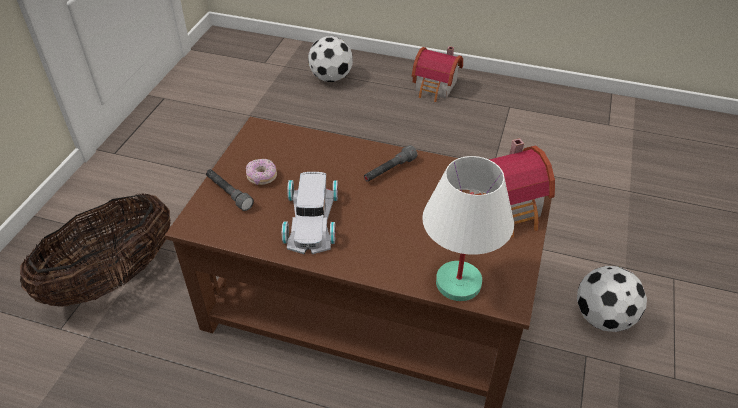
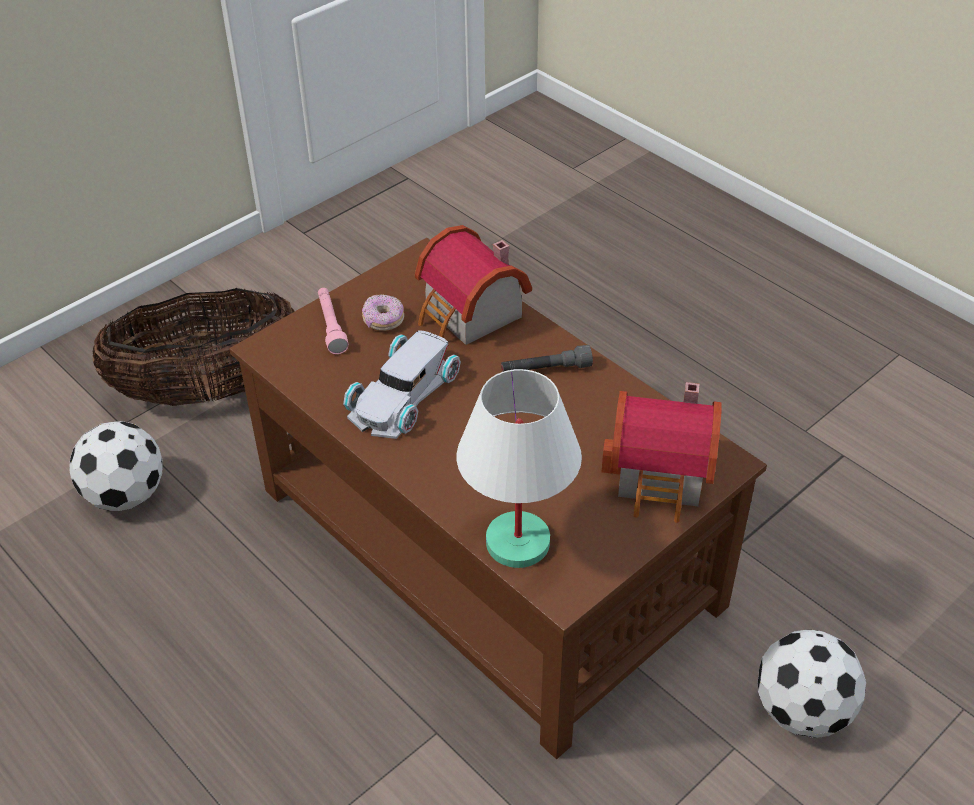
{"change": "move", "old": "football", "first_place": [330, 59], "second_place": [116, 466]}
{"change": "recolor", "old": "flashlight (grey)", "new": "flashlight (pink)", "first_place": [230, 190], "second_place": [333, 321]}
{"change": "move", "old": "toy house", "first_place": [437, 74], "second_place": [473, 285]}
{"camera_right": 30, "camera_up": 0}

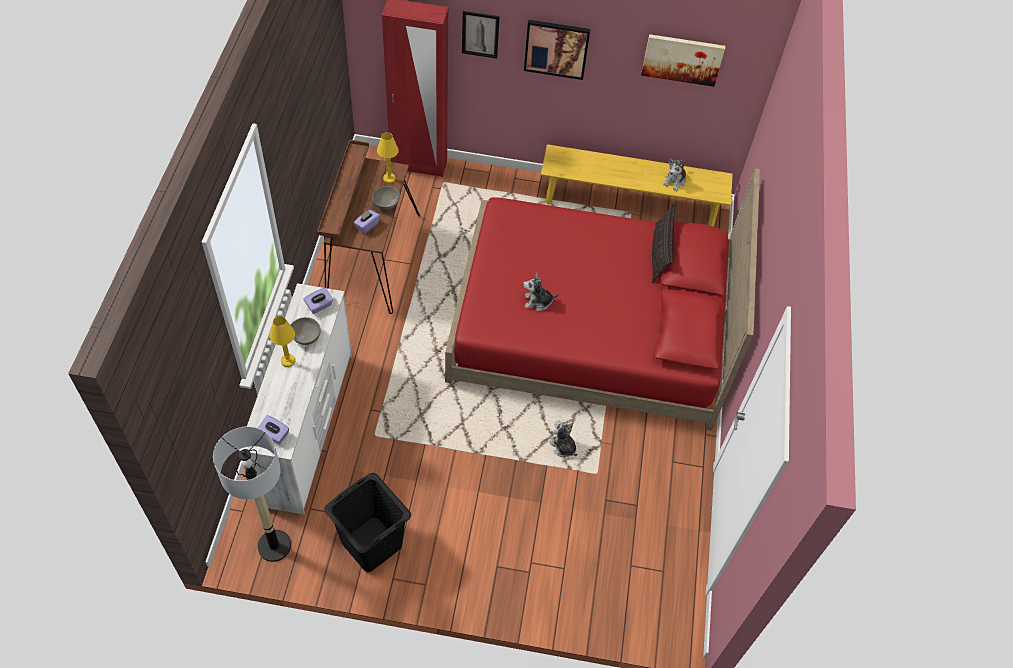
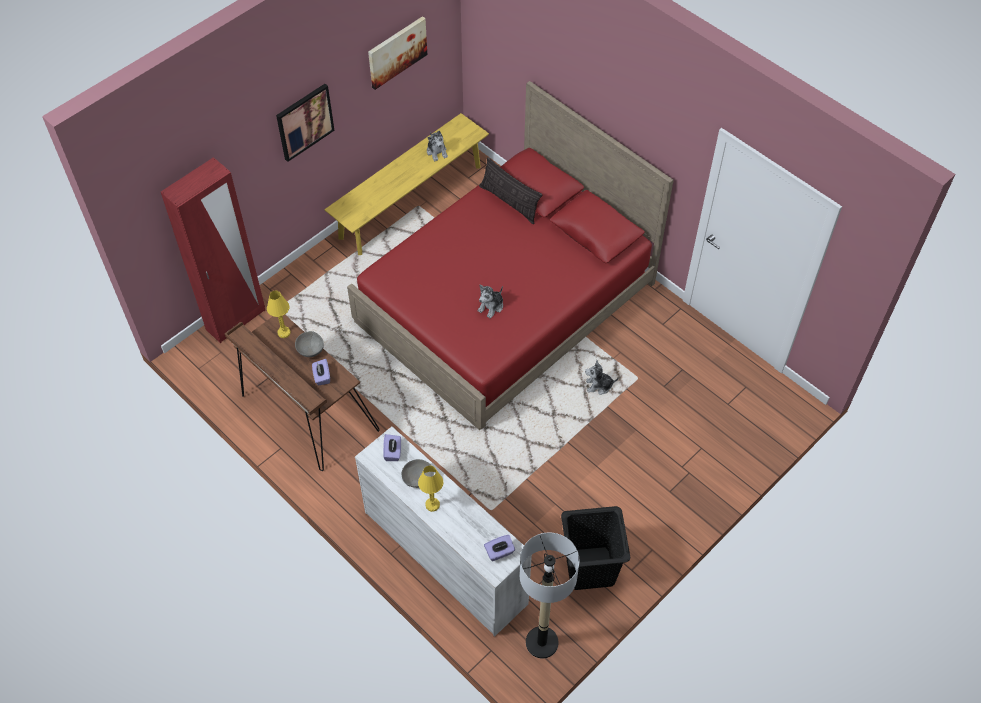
{"change": "delete", "old": "picture", "first_place": [481, 35]}
{"camera_right": -50, "camera_up": 0}

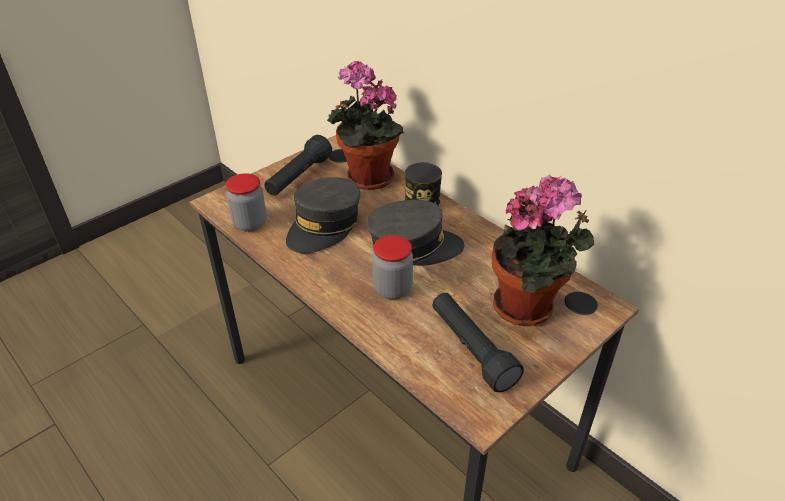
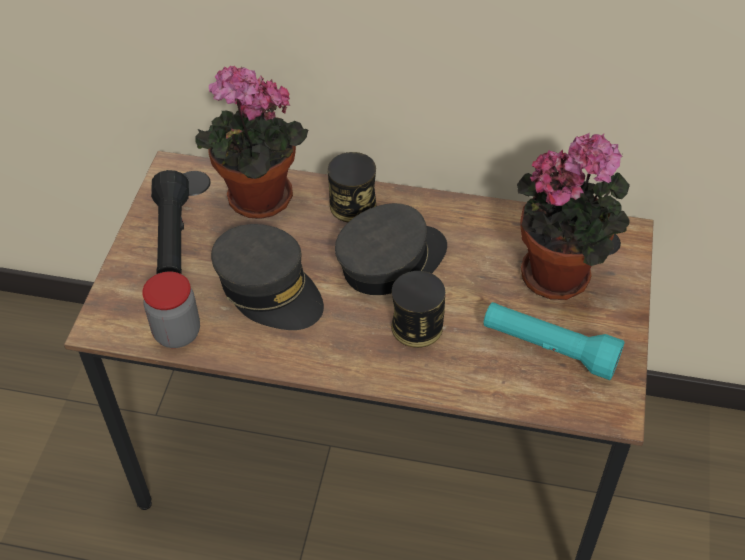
{"change": "rotate", "old": "cap (grey)", "first_place": [323, 215], "second_place": [267, 277], "degrees": -45}
{"change": "replace", "old": "jar", "new": "can", "first_place": [392, 267], "second_place": [418, 309]}
{"change": "recolor", "old": "flashlight (black)", "new": "flashlight (turquoise)", "first_place": [478, 342], "second_place": [553, 341]}
{"camera_right": -35, "camera_up": 10}

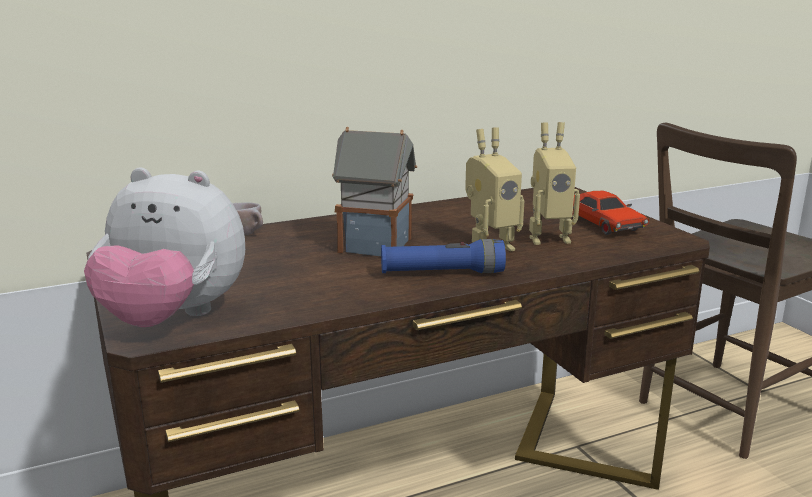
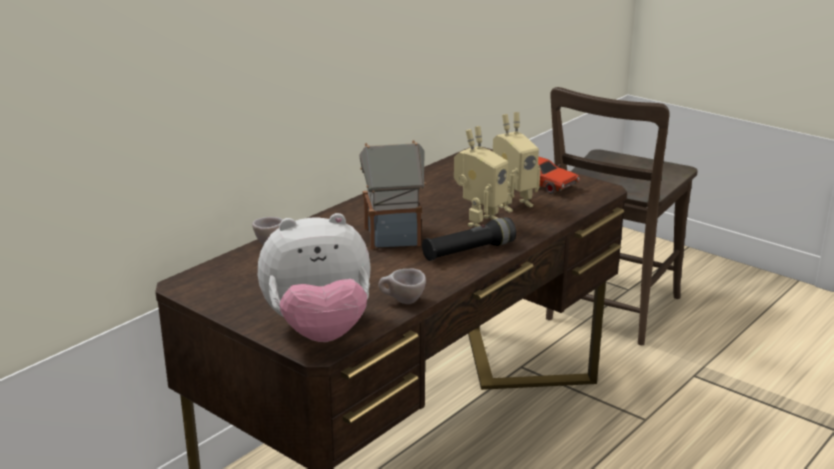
{"change": "insert", "new": "cup (beige)", "second_place": [402, 286]}
{"change": "recolor", "old": "flashlight (blue)", "new": "flashlight (black)", "first_place": [443, 256], "second_place": [469, 239]}
{"camera_right": -25, "camera_up": 5}

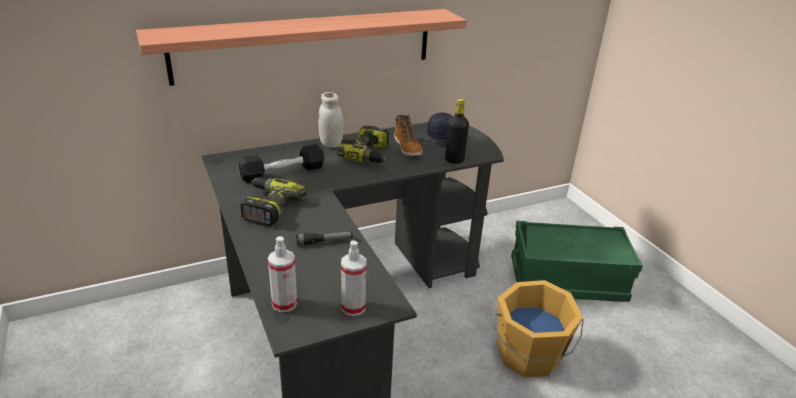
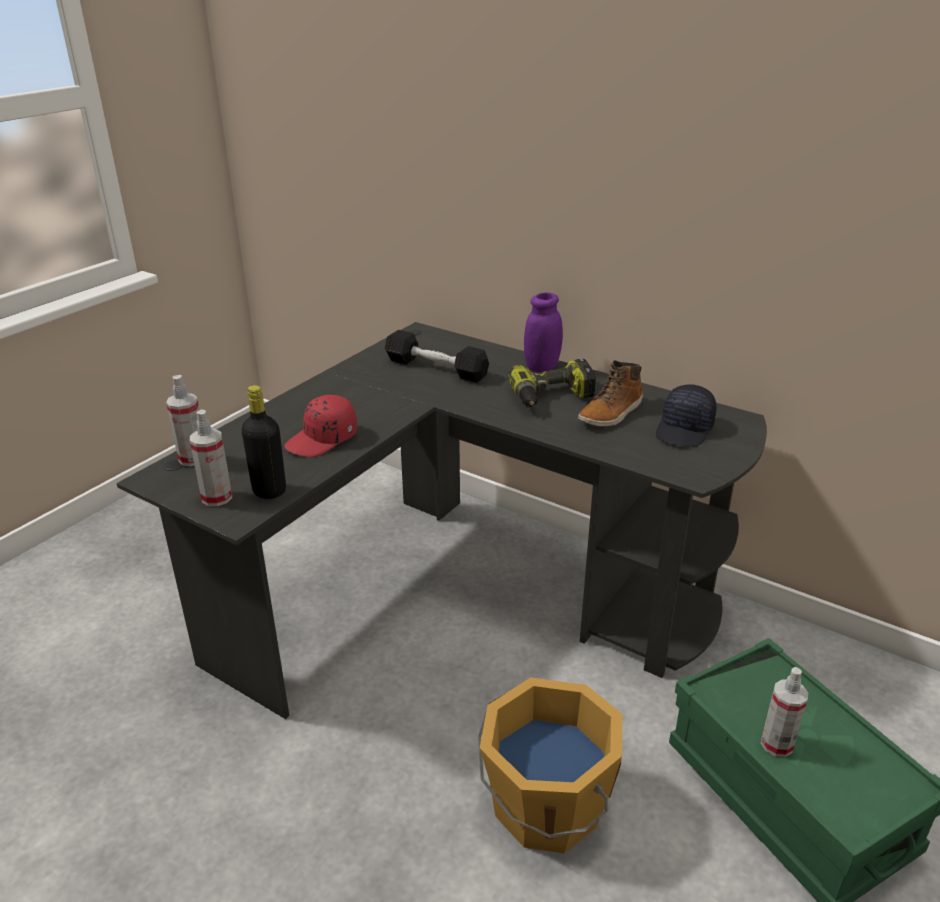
{"change": "move", "old": "bottle (black)", "first_place": [457, 131], "second_place": [263, 442]}
{"change": "replace", "old": "flashlight", "new": "cap (red)", "first_place": [324, 238], "second_place": [320, 426]}
{"change": "recolor", "old": "jar (white)", "new": "jar (purple)", "first_place": [330, 120], "second_place": [543, 332]}
{"change": "insert", "new": "spray bottle", "second_place": [784, 712]}
{"change": "delete", "old": "shelf", "first_place": [301, 47]}
{"change": "delete", "old": "power drill", "first_place": [273, 202]}
{"camera_right": 60, "camera_up": 0}

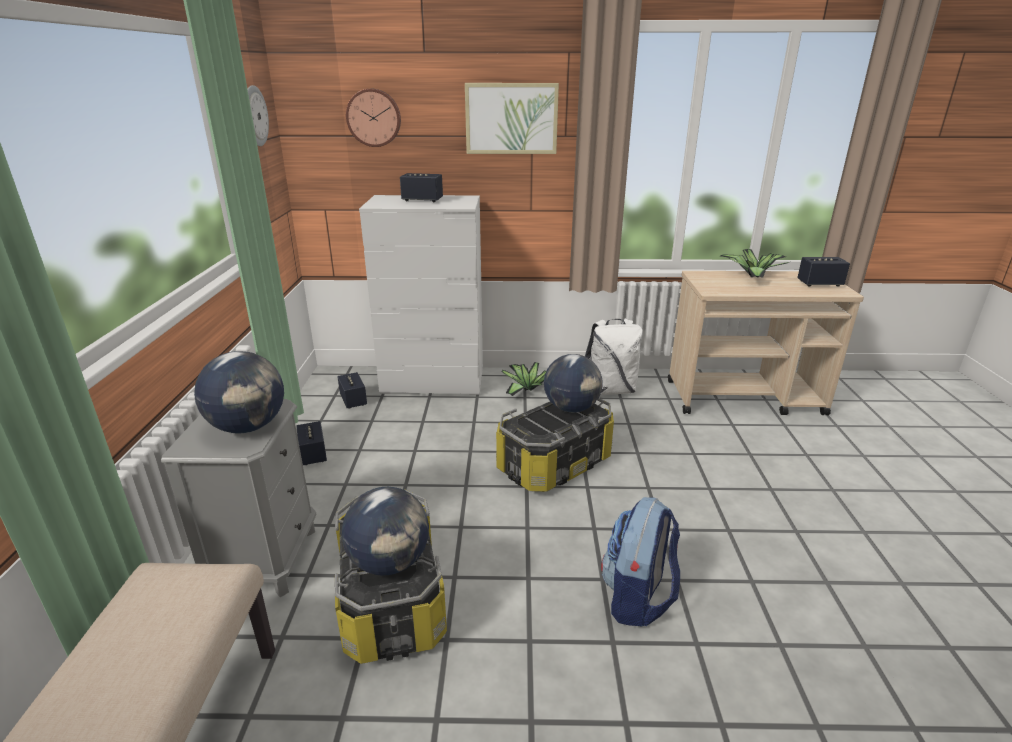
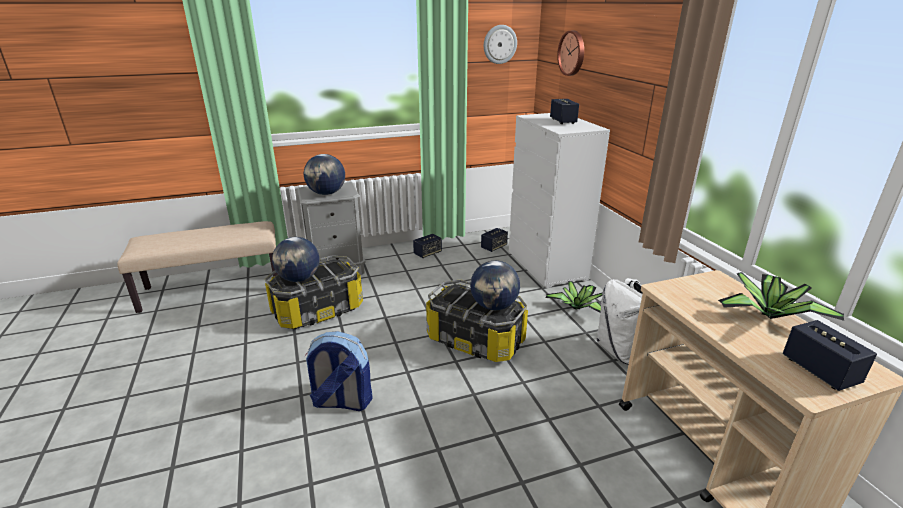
{"change": "delete", "old": "picture", "first_place": [512, 118]}
{"camera_right": 70, "camera_up": 0}

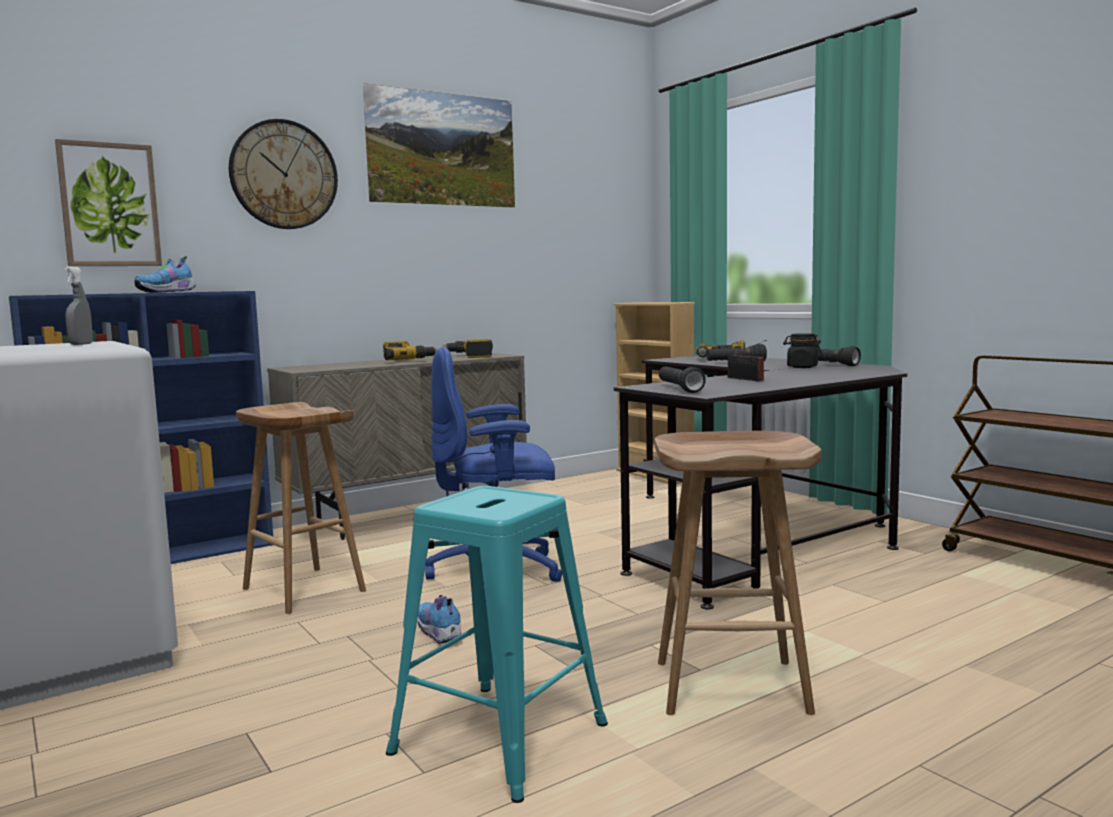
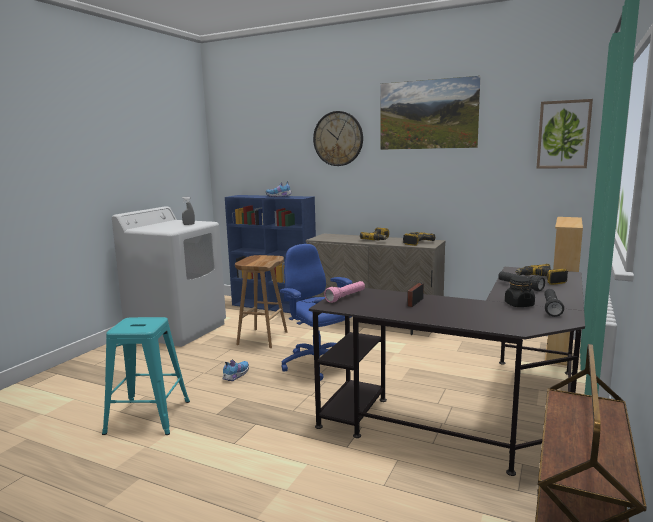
{"change": "recolor", "old": "flashlight (black)", "new": "flashlight (pink)", "first_place": [682, 379], "second_place": [344, 292]}
{"change": "move", "old": "picture", "first_place": [108, 202], "second_place": [565, 133]}
{"change": "delete", "old": "stool (brown)", "first_place": [738, 573]}
{"camera_right": 60, "camera_up": 5}

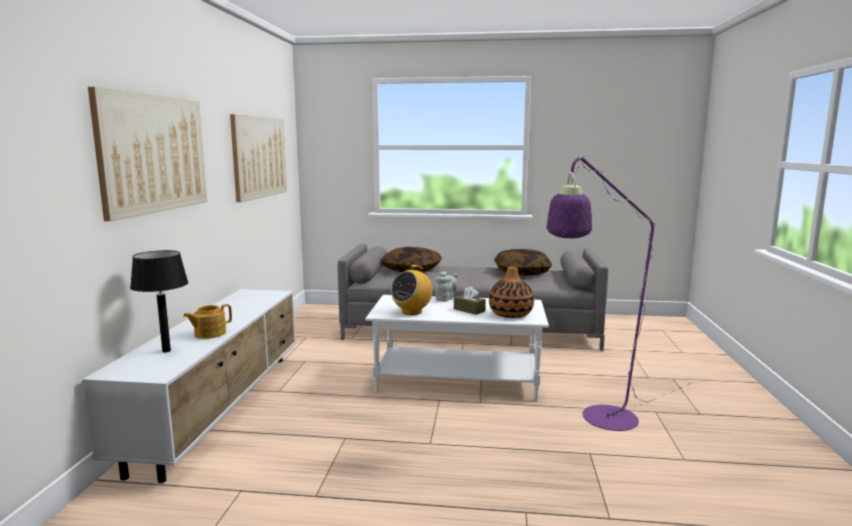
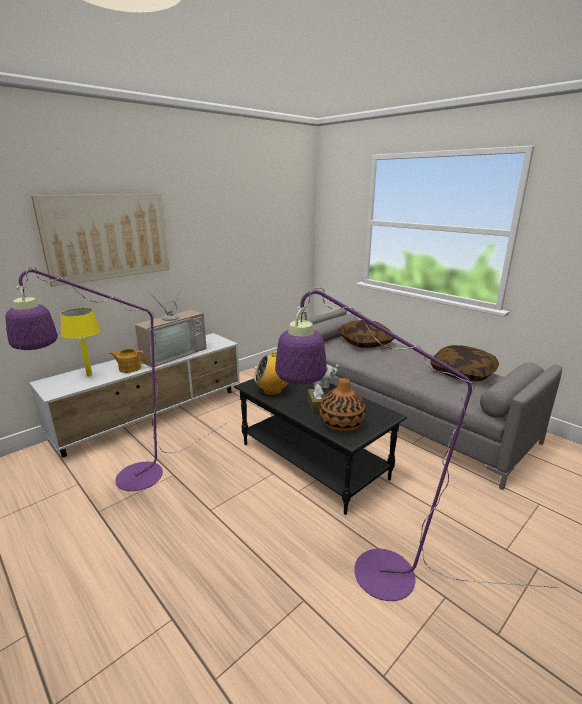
{"change": "insert", "new": "floor lamp (purple)", "second_place": [116, 378]}
{"change": "recolor", "old": "table lamp (black)", "new": "table lamp (yellow)", "first_place": [159, 301], "second_place": [80, 342]}
{"change": "insert", "new": "television", "second_place": [170, 324]}
{"change": "recolor", "old": "coffee table (white)", "new": "coffee table (black)", "first_place": [457, 348], "second_place": [320, 447]}
{"change": "delete", "old": "picture", "first_place": [258, 158]}
{"camera_right": 40, "camera_up": 10}

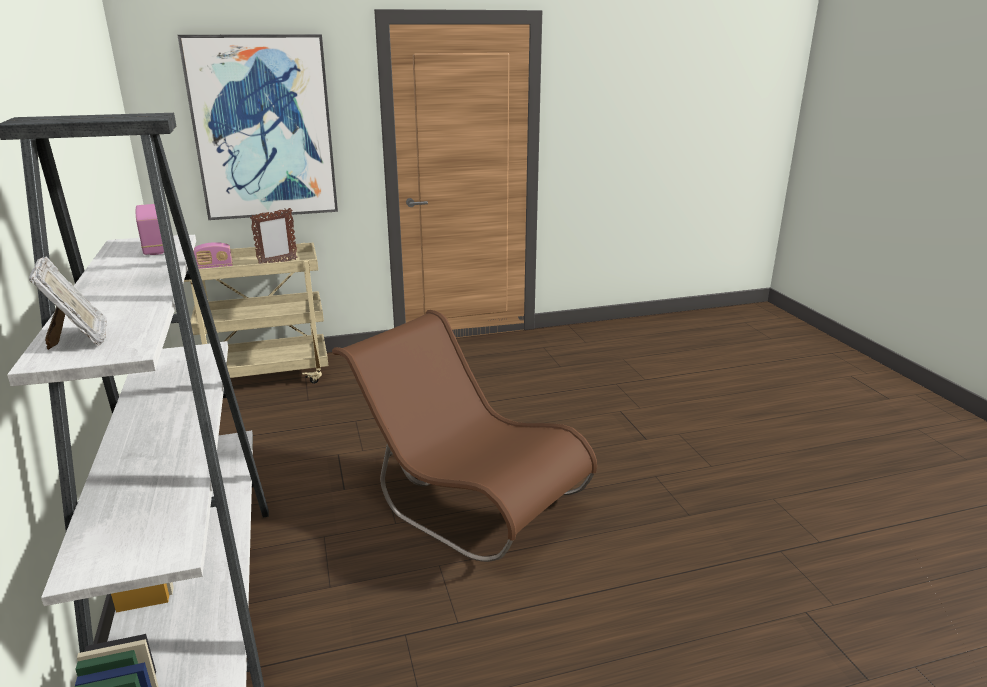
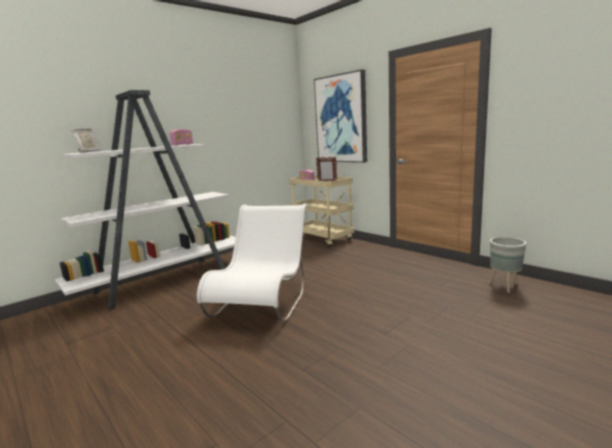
{"change": "recolor", "old": "chair (brown)", "new": "chair (white)", "first_place": [464, 436], "second_place": [252, 262]}
{"change": "insert", "new": "planter (grey)", "second_place": [508, 265]}
{"camera_right": 65, "camera_up": -10}

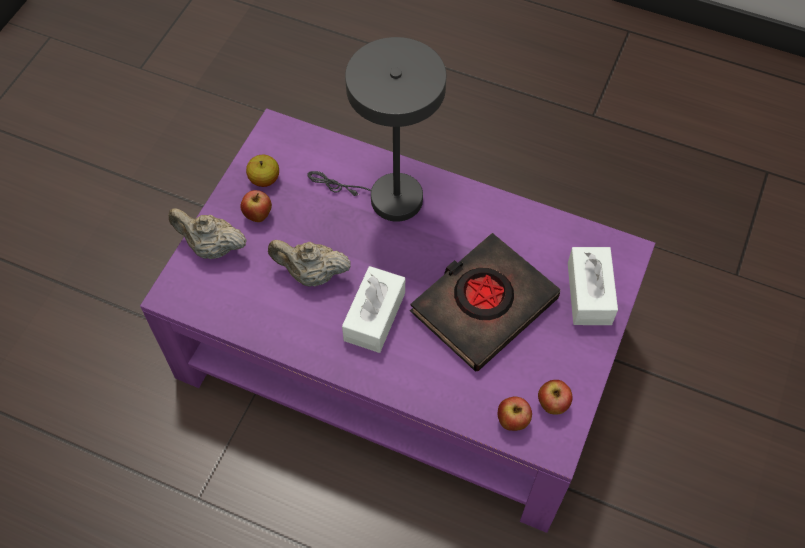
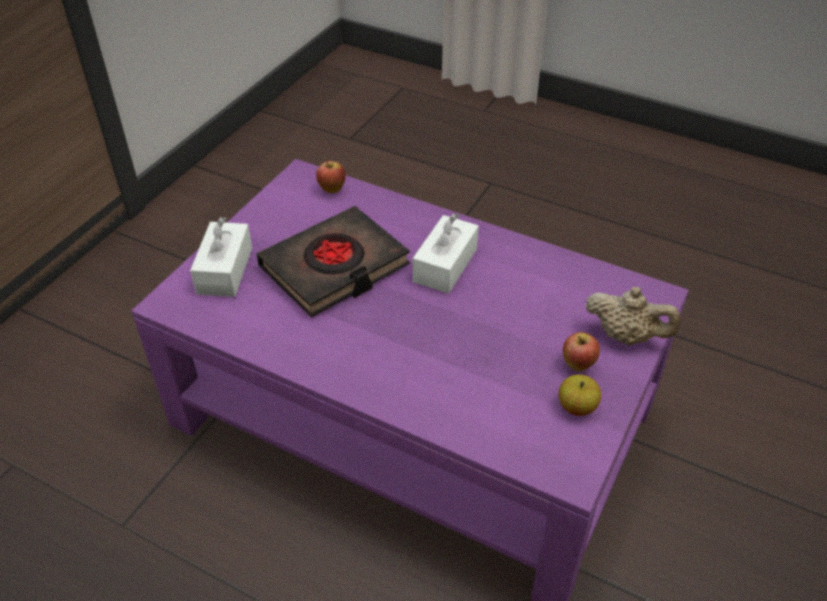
{"change": "delete", "old": "teapot (beige)", "first_place": [309, 263]}
{"change": "delete", "old": "table lamp (grey)", "first_place": [376, 129]}
{"change": "delete", "old": "apple", "first_place": [555, 397]}
{"camera_right": -175, "camera_up": -15}

